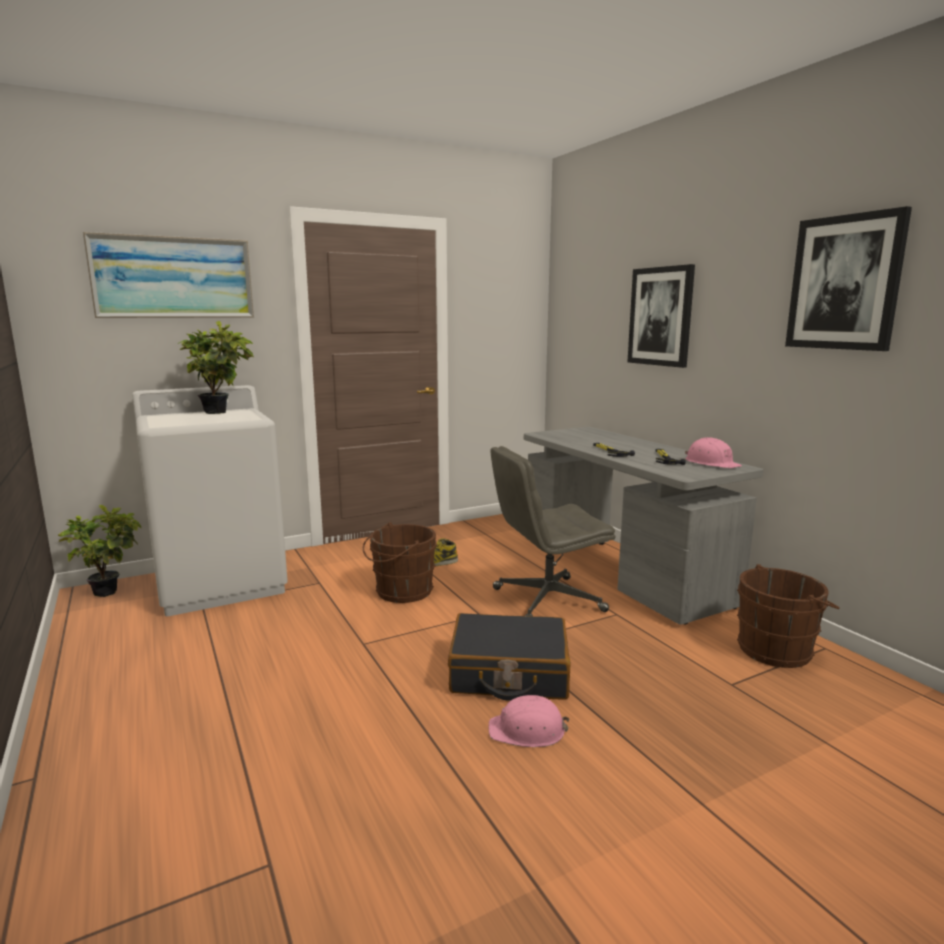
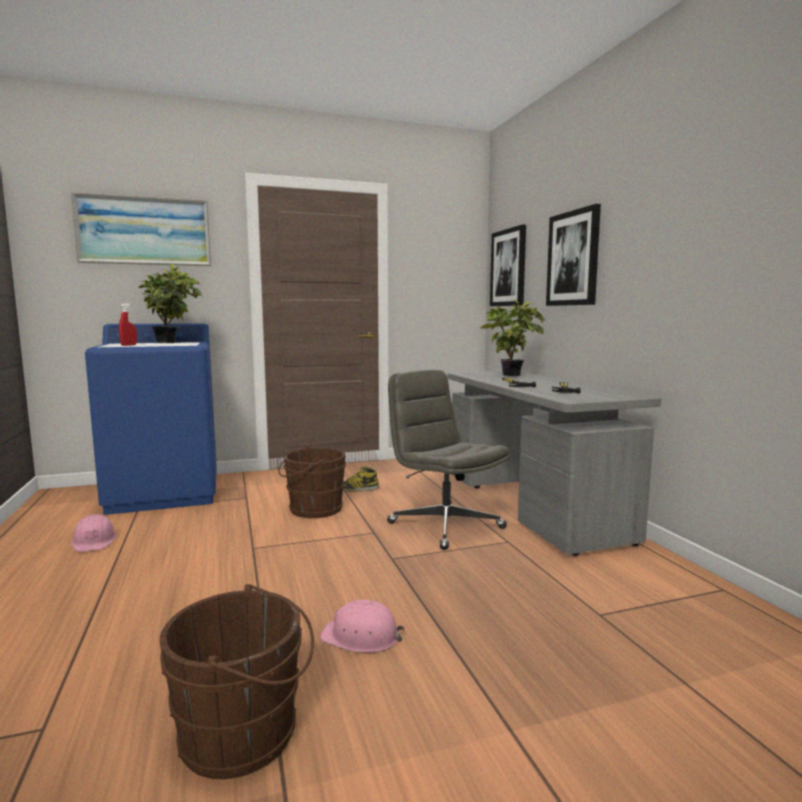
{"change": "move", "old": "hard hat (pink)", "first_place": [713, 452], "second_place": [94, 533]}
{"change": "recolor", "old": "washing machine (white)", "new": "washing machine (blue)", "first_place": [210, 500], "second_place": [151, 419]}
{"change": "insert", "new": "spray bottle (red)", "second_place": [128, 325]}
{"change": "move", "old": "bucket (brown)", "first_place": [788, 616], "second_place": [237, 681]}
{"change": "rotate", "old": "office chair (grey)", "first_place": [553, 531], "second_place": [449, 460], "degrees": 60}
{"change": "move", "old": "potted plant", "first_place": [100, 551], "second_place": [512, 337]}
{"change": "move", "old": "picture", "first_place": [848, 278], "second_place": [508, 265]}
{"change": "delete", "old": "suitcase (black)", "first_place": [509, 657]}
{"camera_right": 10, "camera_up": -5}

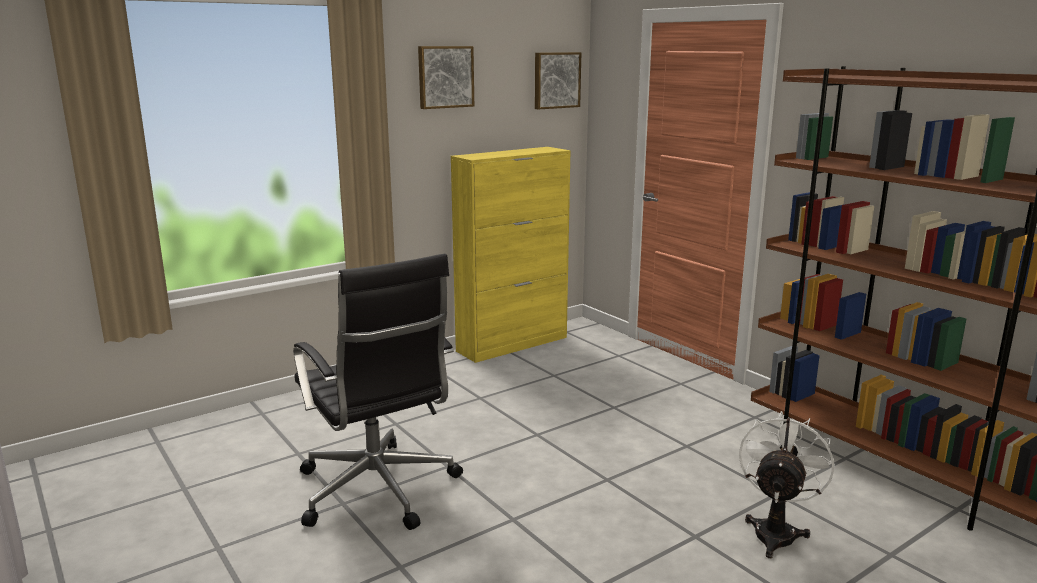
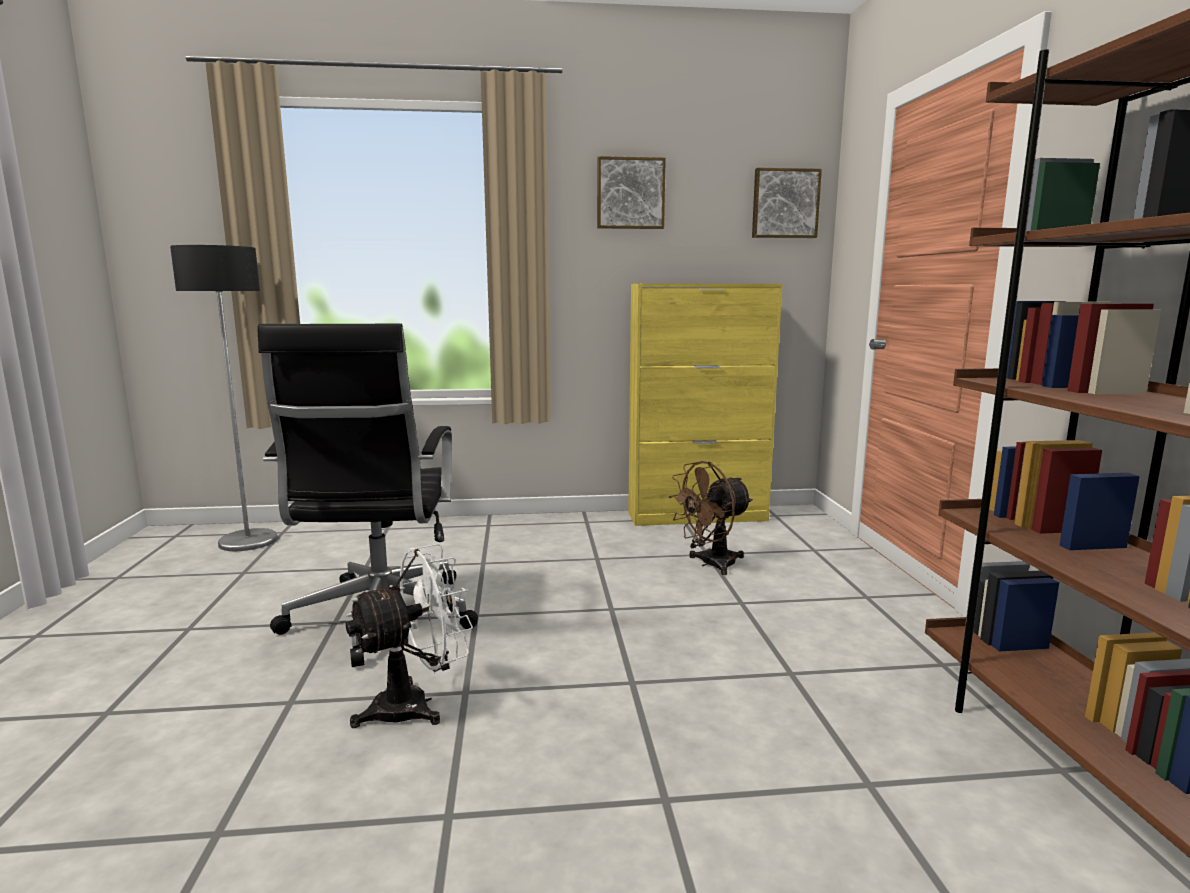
{"change": "insert", "new": "floor lamp", "second_place": [223, 398]}
{"change": "move", "old": "fan (white)", "first_place": [787, 484], "second_place": [409, 636]}
{"change": "insert", "new": "fan (brown)", "second_place": [711, 518]}
{"camera_right": 30, "camera_up": -5}

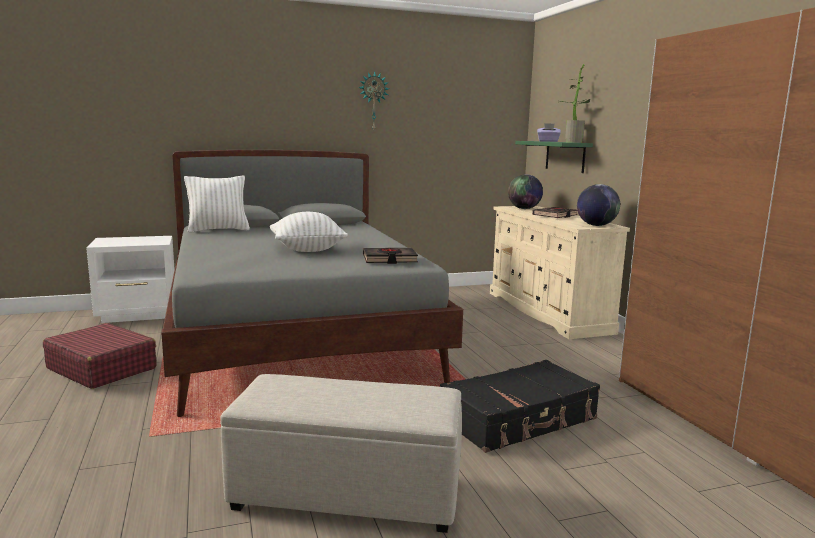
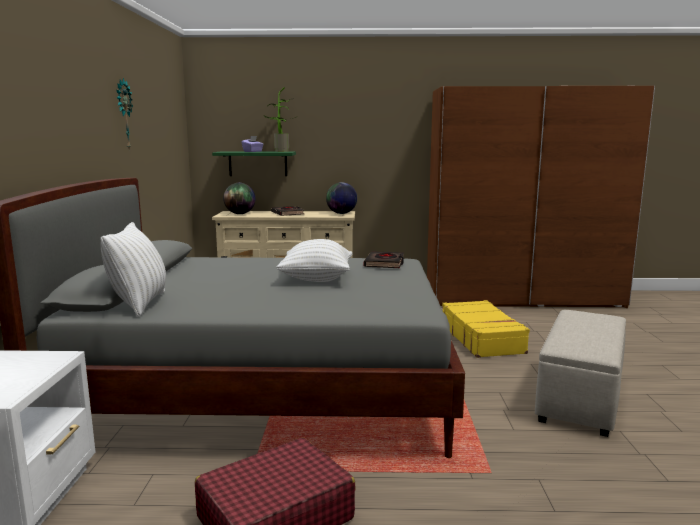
{"change": "recolor", "old": "suitcase (black)", "new": "suitcase (yellow)", "first_place": [520, 406], "second_place": [486, 329]}
{"camera_right": -70, "camera_up": 0}

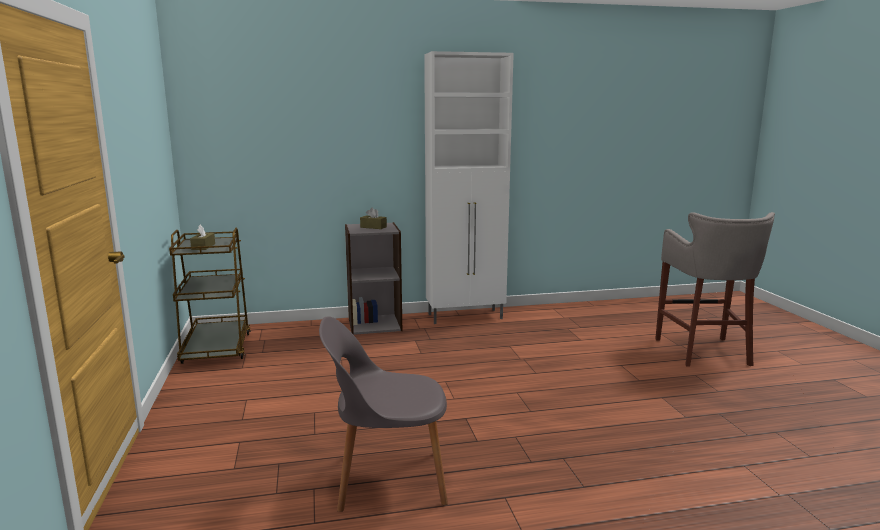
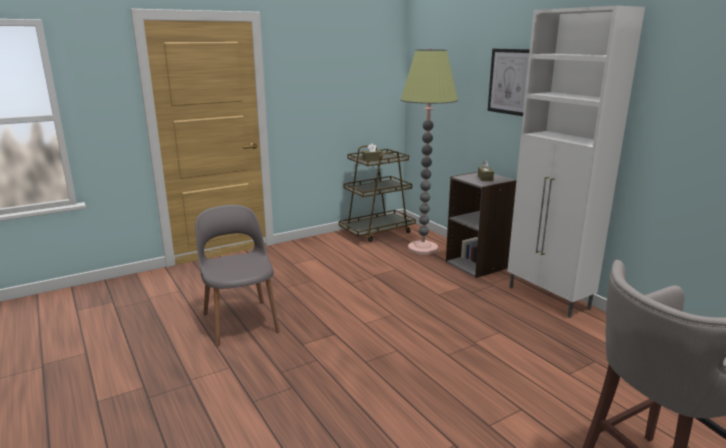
{"change": "insert", "new": "floor lamp", "second_place": [429, 151]}
{"change": "insert", "new": "picture", "second_place": [509, 82]}
{"camera_right": 70, "camera_up": 5}

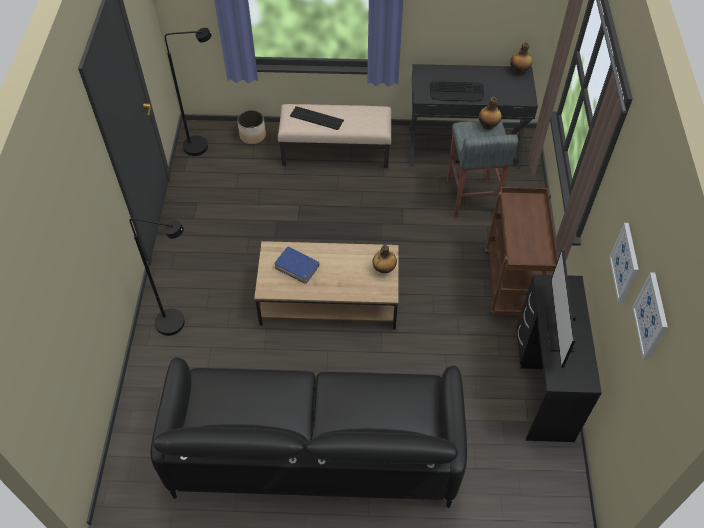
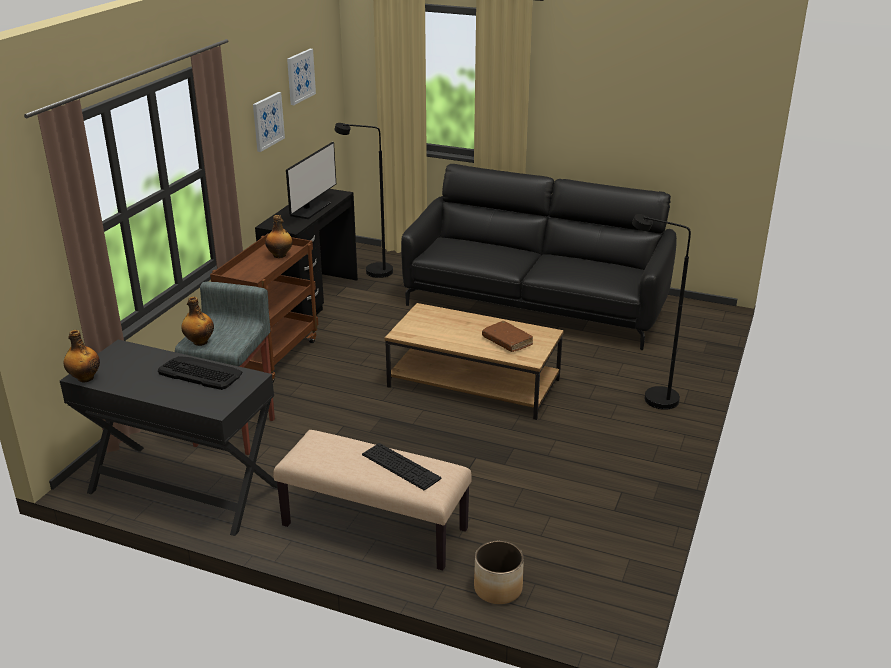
{"change": "move", "old": "bottle", "first_place": [384, 258], "second_place": [278, 236]}
{"change": "move", "old": "floor lamp (black)", "first_place": [188, 92], "second_place": [363, 200]}
{"change": "recolor", "old": "book (blue)", "new": "book (brown)", "first_place": [297, 265], "second_place": [507, 336]}
{"camera_right": -160, "camera_up": -25}

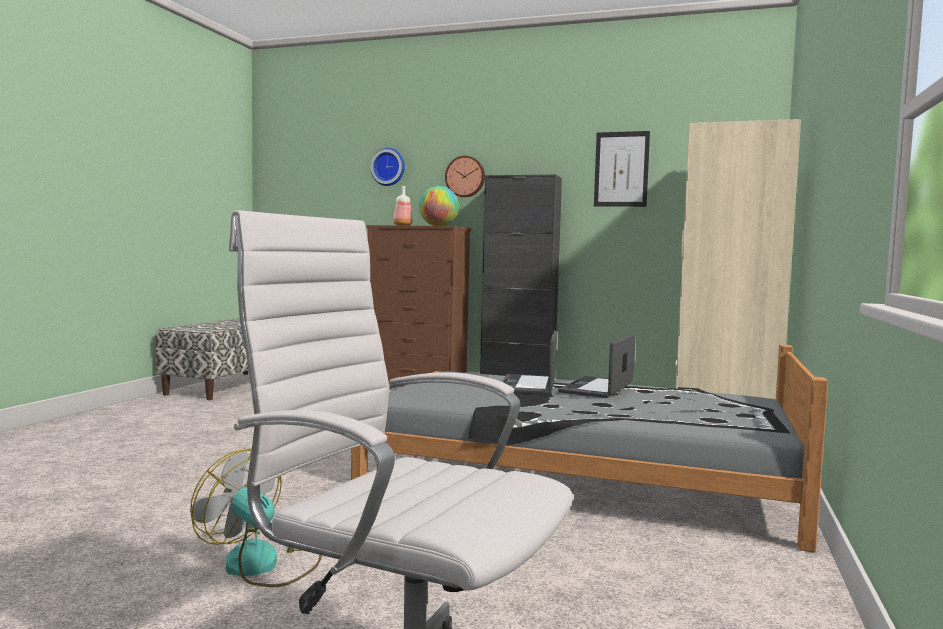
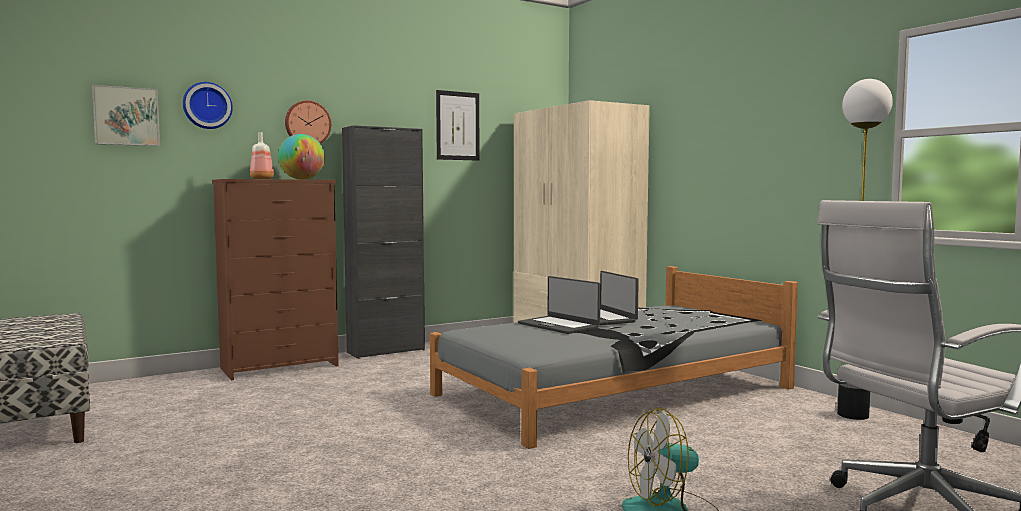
{"change": "insert", "new": "picture", "second_place": [126, 115]}
{"change": "insert", "new": "floor lamp", "second_place": [865, 249]}
{"camera_right": -50, "camera_up": 0}

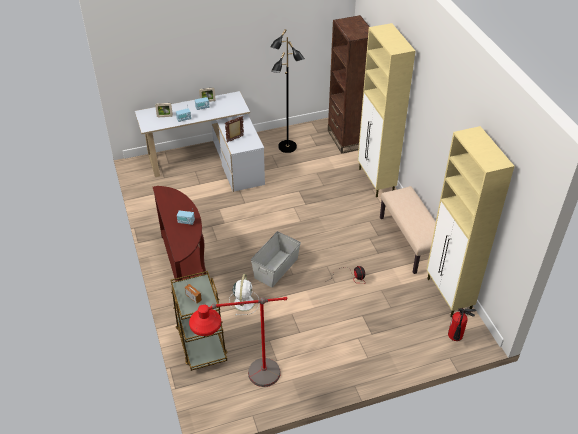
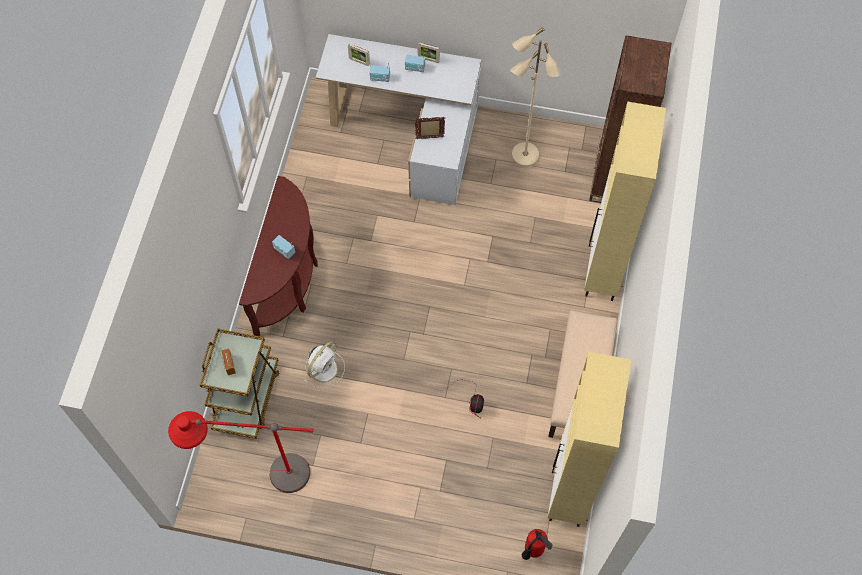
{"change": "recolor", "old": "floor lamp (black)", "new": "floor lamp (beige)", "first_place": [287, 91], "second_place": [535, 97]}
{"change": "delete", "old": "storage box (grey)", "first_place": [276, 259]}
{"camera_right": 30, "camera_up": 20}

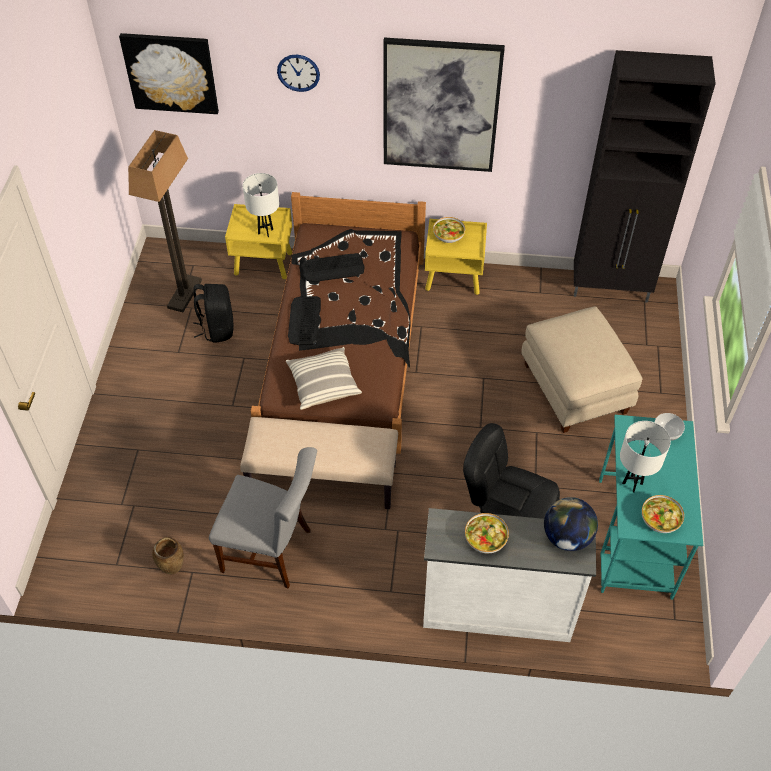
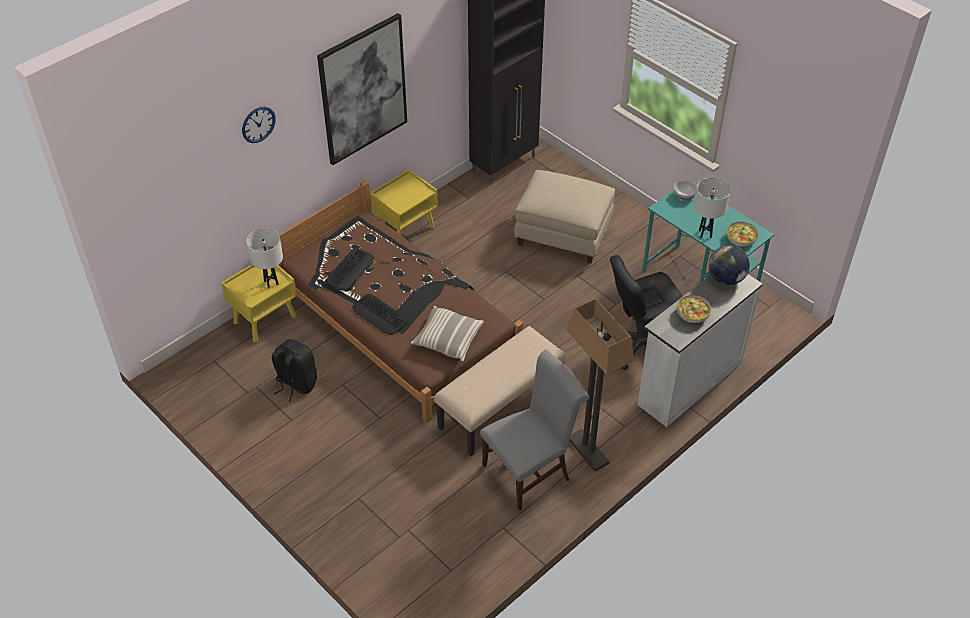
{"change": "move", "old": "floor lamp", "first_place": [165, 221], "second_place": [600, 385]}
{"change": "delete", "old": "picture", "first_place": [169, 73]}
{"change": "delete", "old": "vase (brown)", "first_place": [168, 556]}
{"change": "delete", "old": "bowl", "first_place": [449, 230]}
{"camera_right": -50, "camera_up": -5}

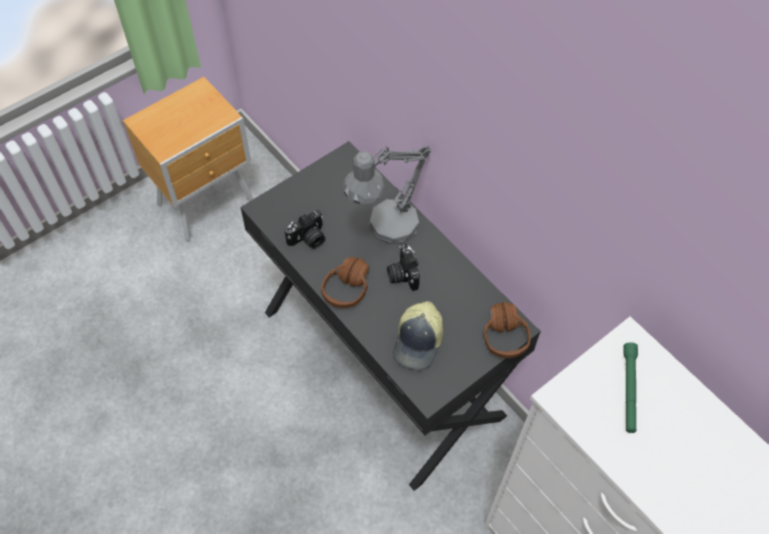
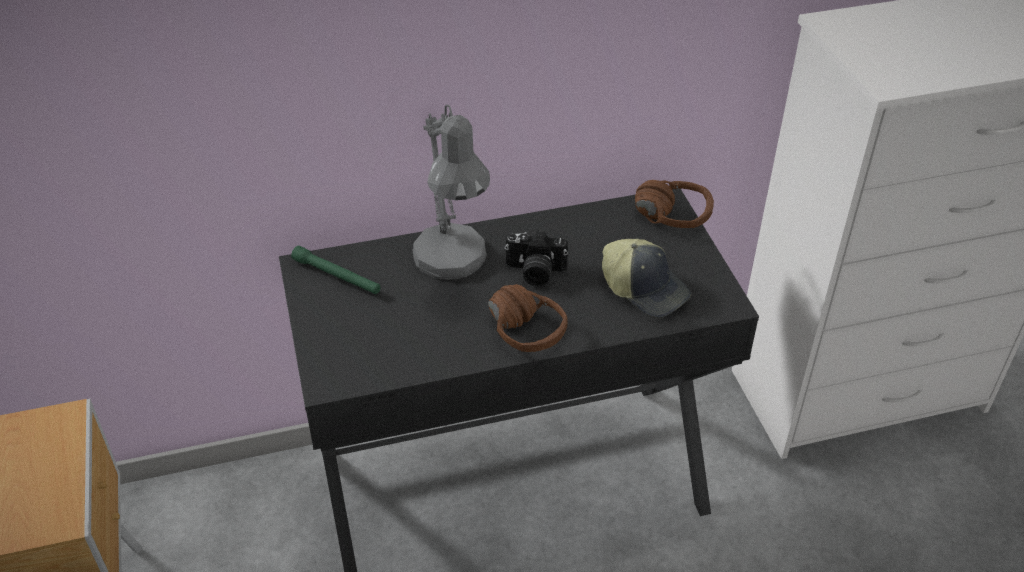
{"change": "move", "old": "flashlight (green)", "first_place": [630, 387], "second_place": [336, 270]}
{"change": "delete", "old": "photo camera", "first_place": [305, 229]}
{"camera_right": -65, "camera_up": -15}

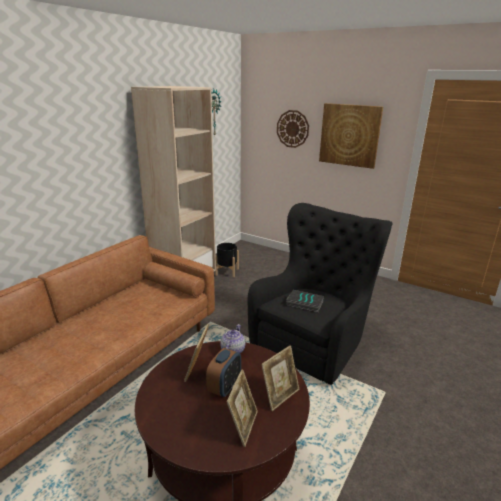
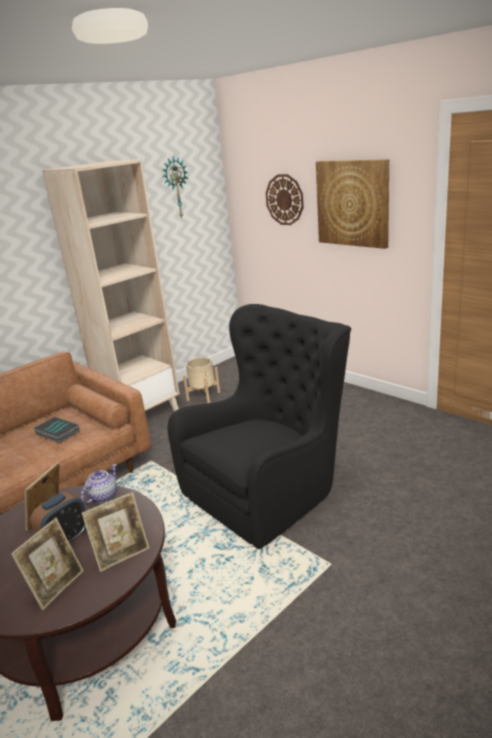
{"change": "move", "old": "book", "first_place": [305, 301], "second_place": [56, 430]}
{"change": "recolor", "old": "planter (black)", "new": "planter (beige)", "first_place": [227, 260], "second_place": [201, 380]}
{"camera_right": 15, "camera_up": 0}

